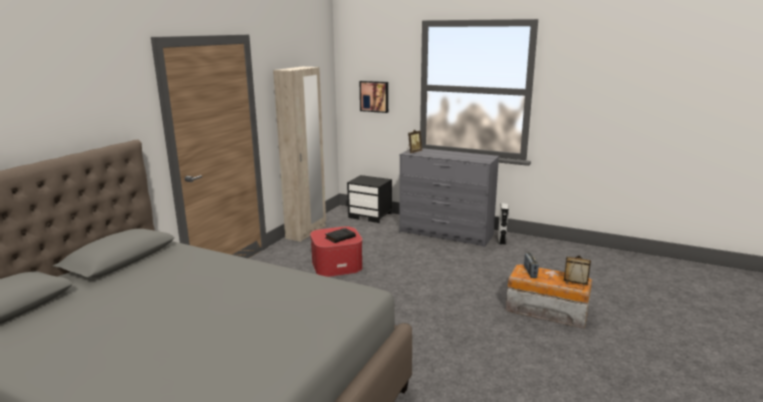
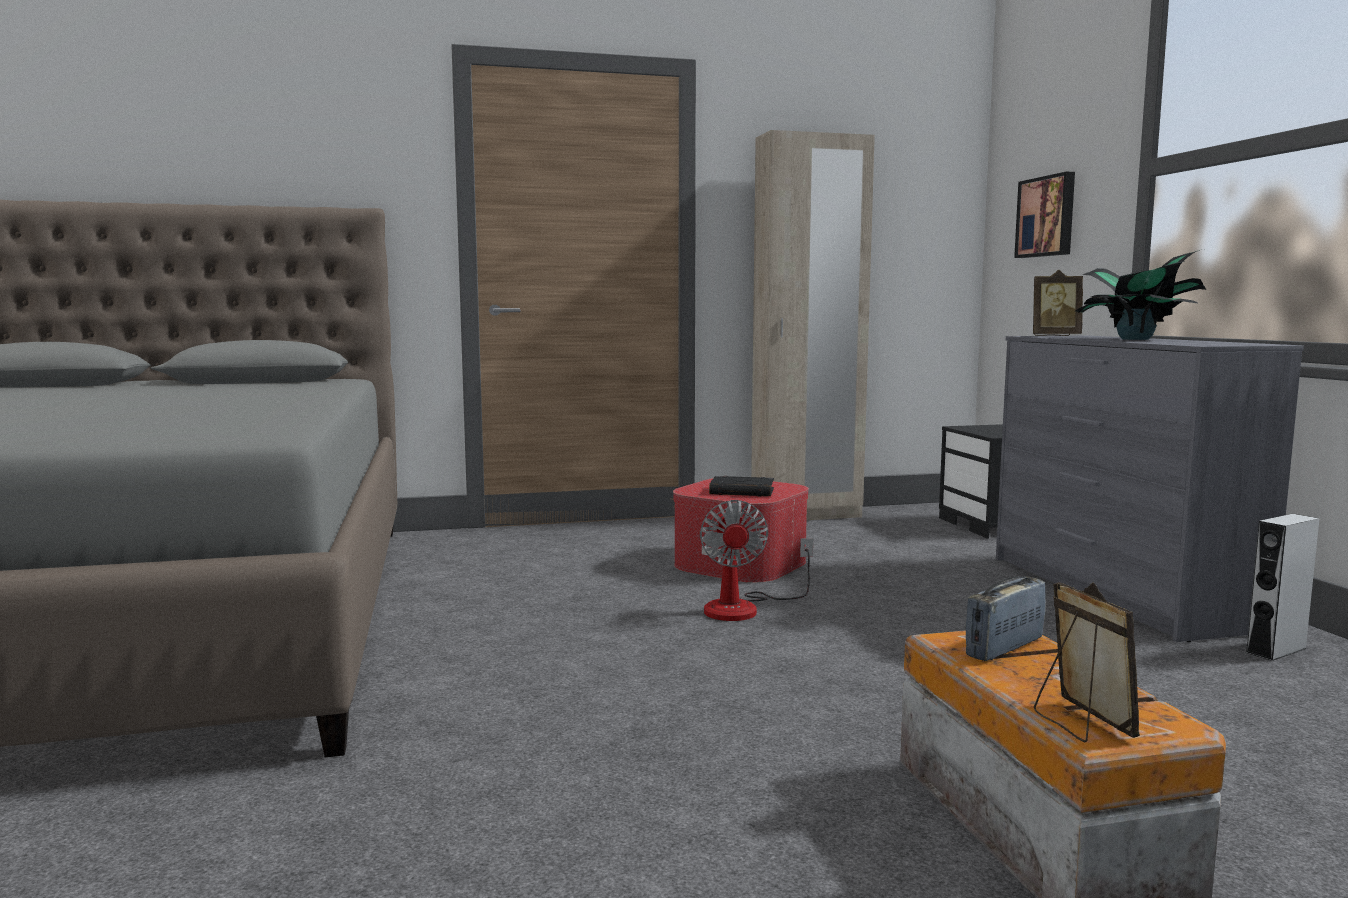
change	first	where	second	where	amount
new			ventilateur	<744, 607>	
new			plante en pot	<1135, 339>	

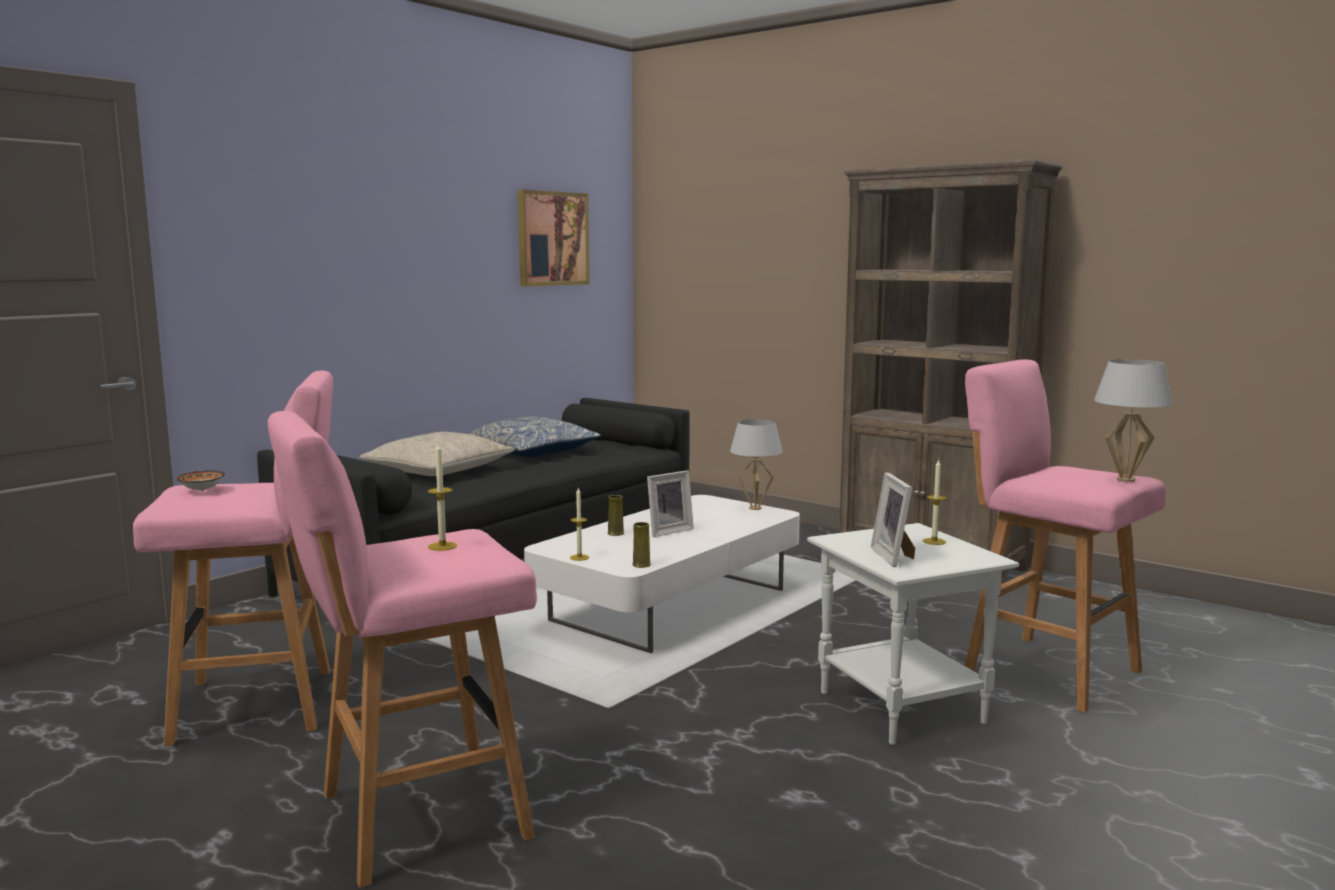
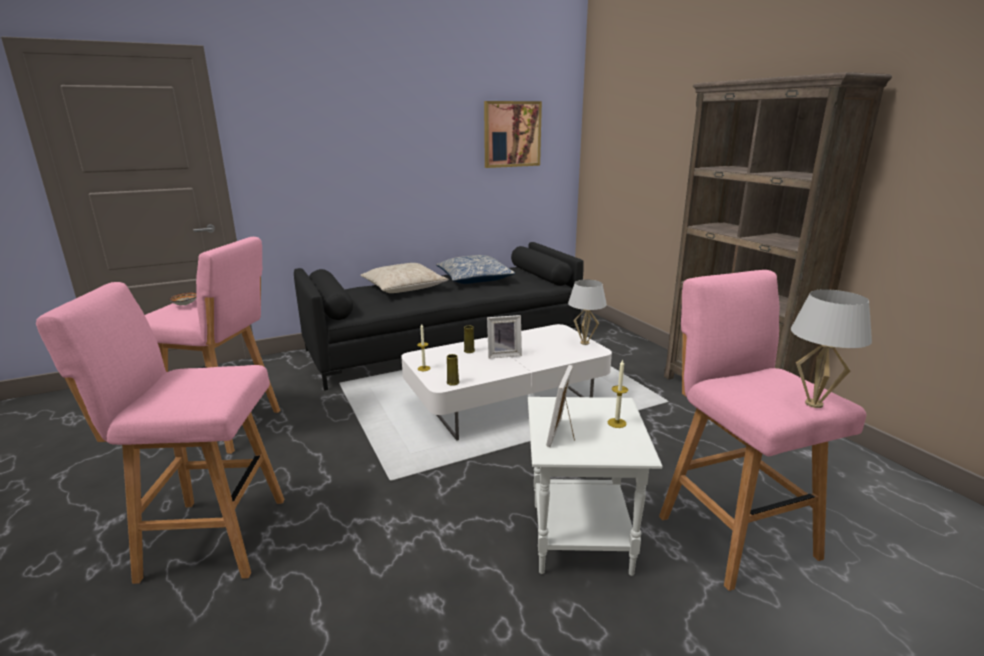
change	first	where	second	where	amount
gone	bougie	<442, 546>			

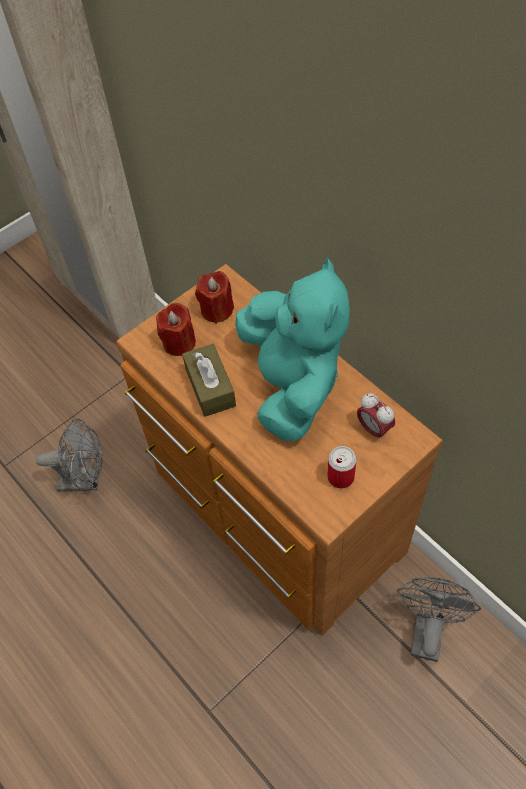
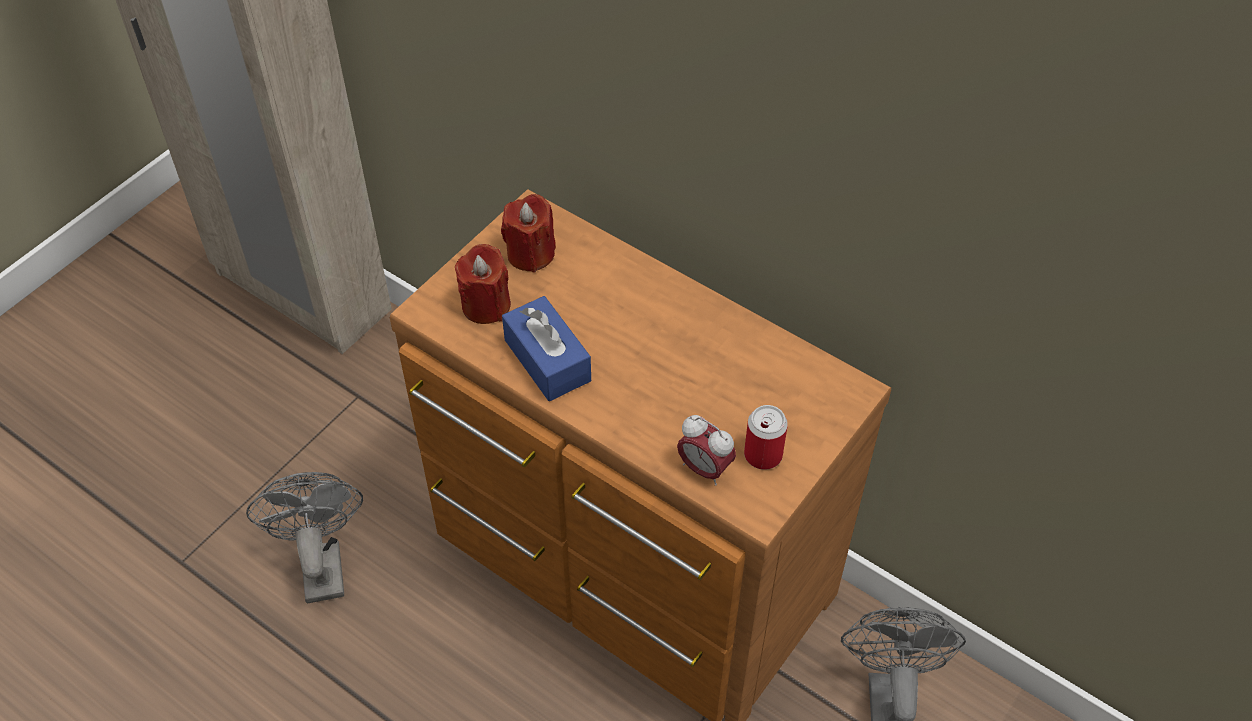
change	first	where	second	where	amount
rotated	ventilateur [gris]	<86, 480>		<321, 563>	90 degrees counterclockwise
repainted	boîte à mouchoirs [marron]	<210, 387>	boîte à mouchoirs [bleu]	<547, 360>	
shifted	réveil	<374, 429>		<704, 469>	
gone	peluche [turquoise]	<292, 385>			

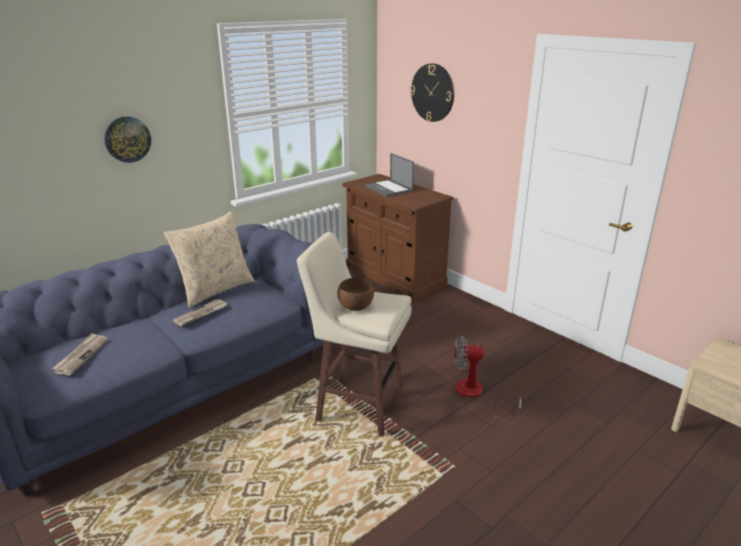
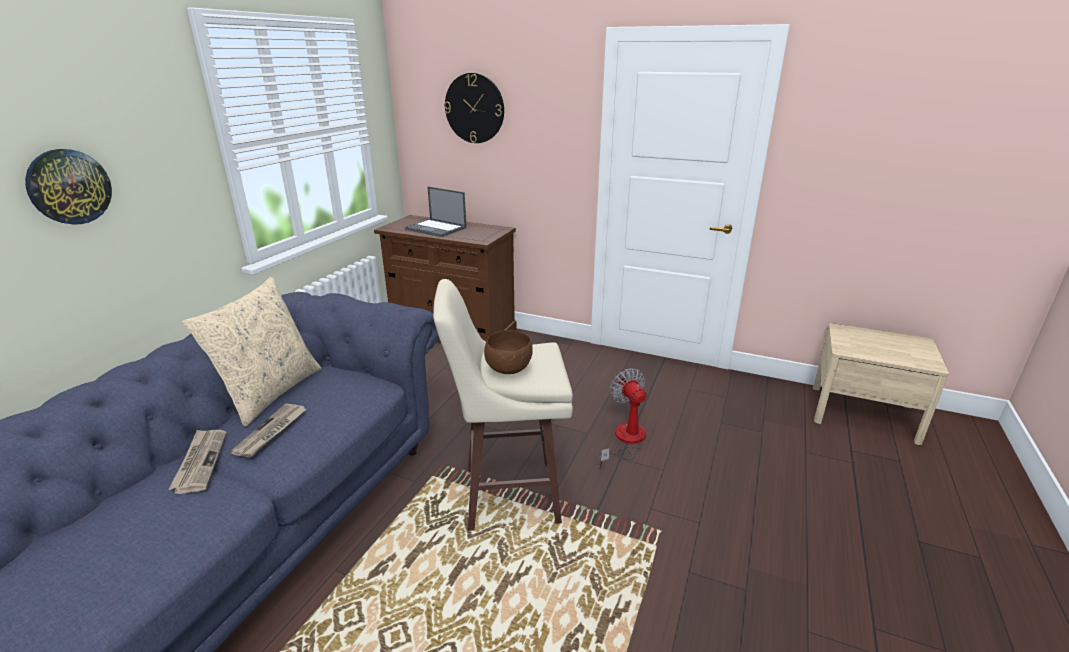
change	first	where	second	where	amount
shifted	journal	<81, 355>		<200, 461>	
rotated	ventilateur	<476, 394>		<625, 440>	90 degrees clockwise

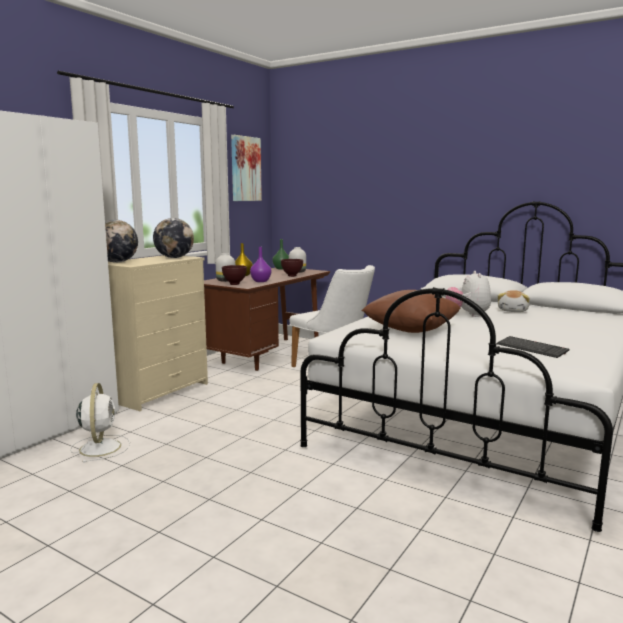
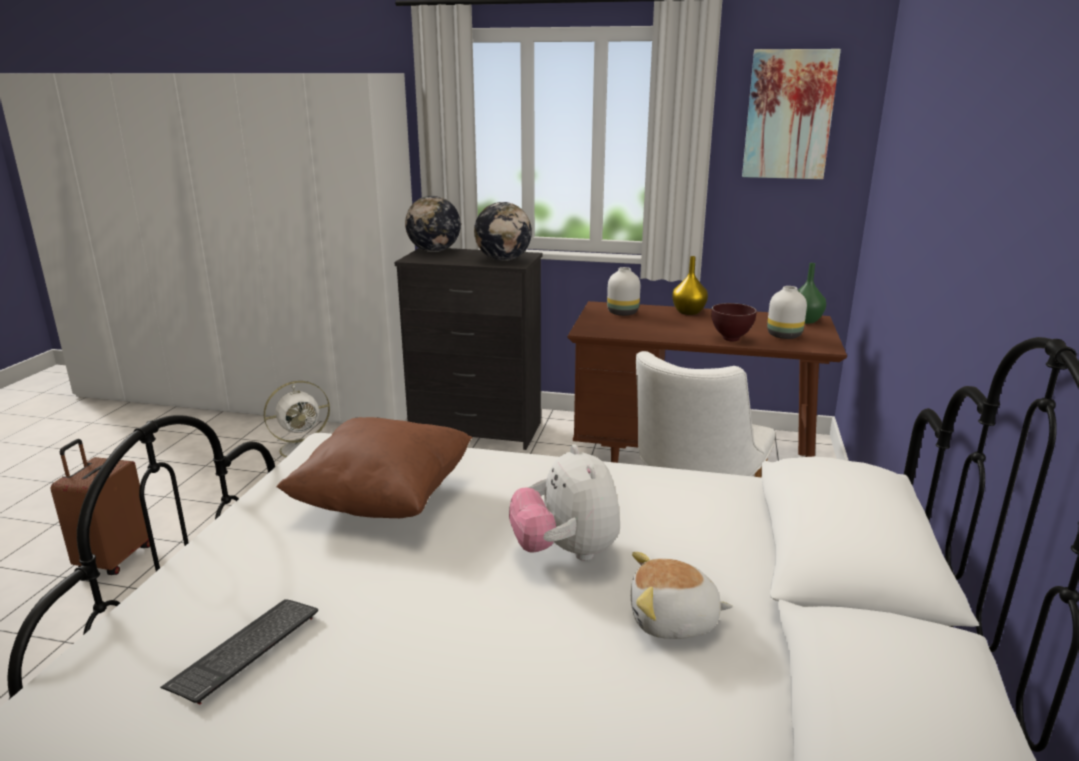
change	first	where	second	where	amount
new			valise [marron]	<113, 559>	
repainted	commode [beige]	<160, 392>	commode [noir]	<477, 430>	
rotated	peluche	<468, 315>		<565, 552>	90 degrees counterclockwise
gone	bol [marron]	<234, 284>			
gone	vase [violet]	<261, 281>			

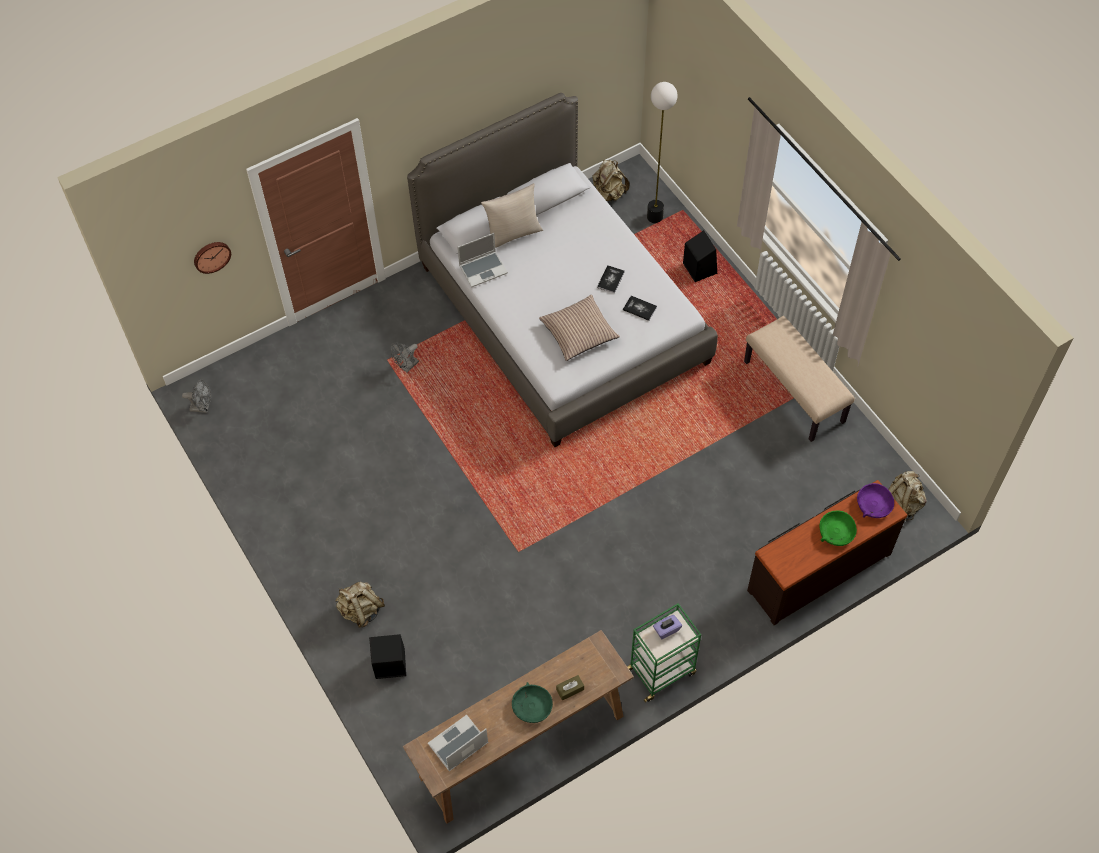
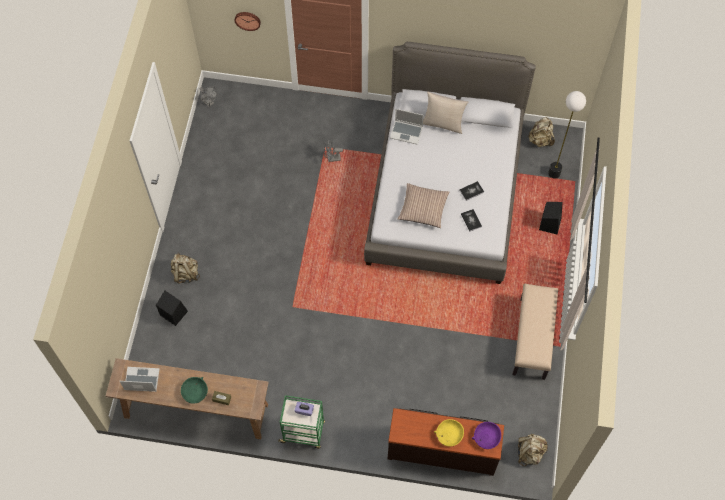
change	first	where	second	where	amount
repainted	bol [vert]	<836, 532>	bol [jaune]	<449, 434>	

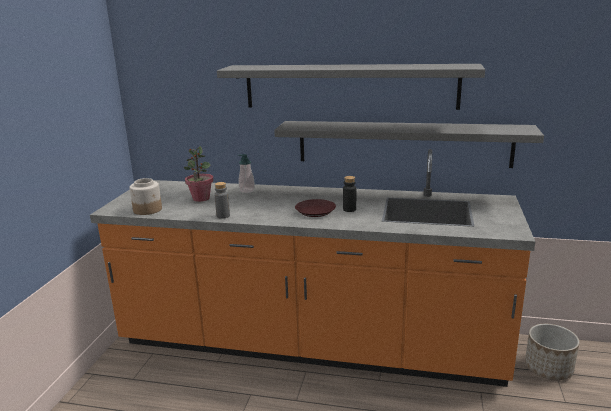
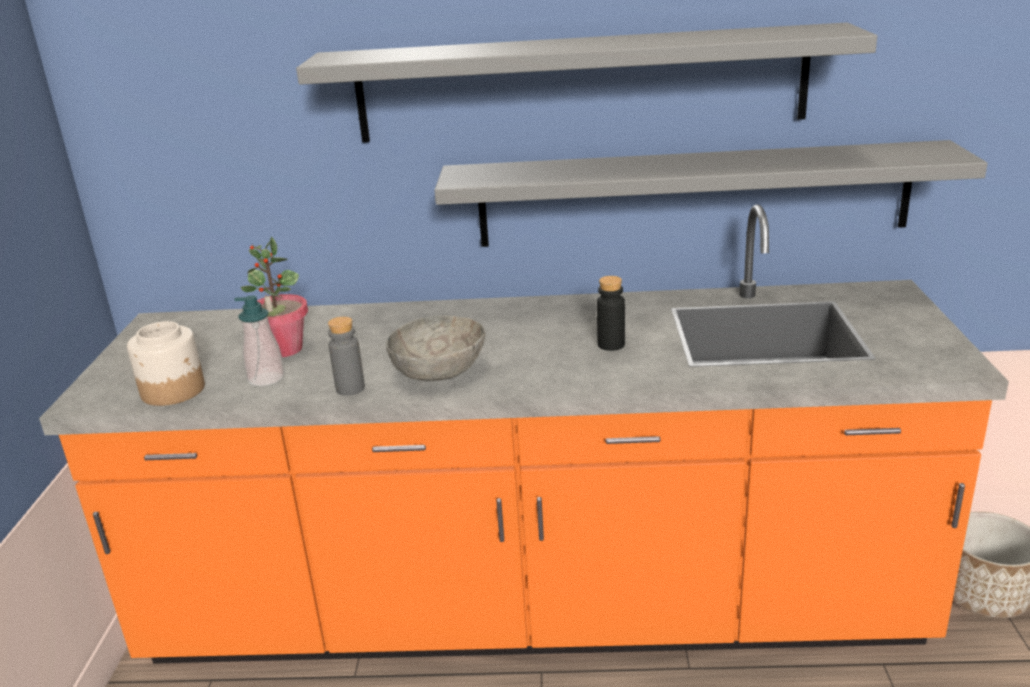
change	first	where	second	where	amount
shifted	distributeur de savon	<247, 190>		<266, 378>	
new			bol [gris]	<439, 370>	
gone	assiette [marron]	<315, 211>			

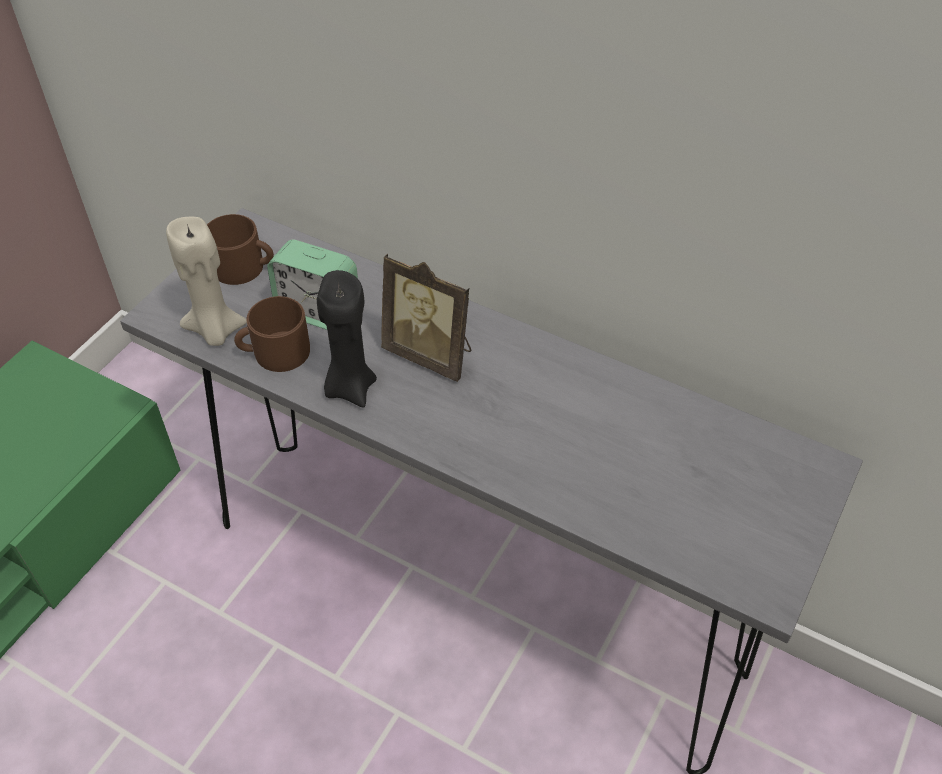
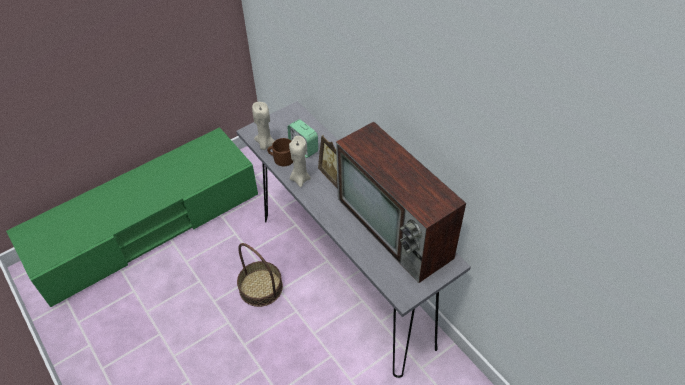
change	first	where	second	where	amount
new			panier	<261, 287>	
repainted	bougie [noir]	<350, 387>	bougie [beige]	<300, 179>	
new			téléviseur	<396, 229>	
gone	mug [marron]	<244, 267>			

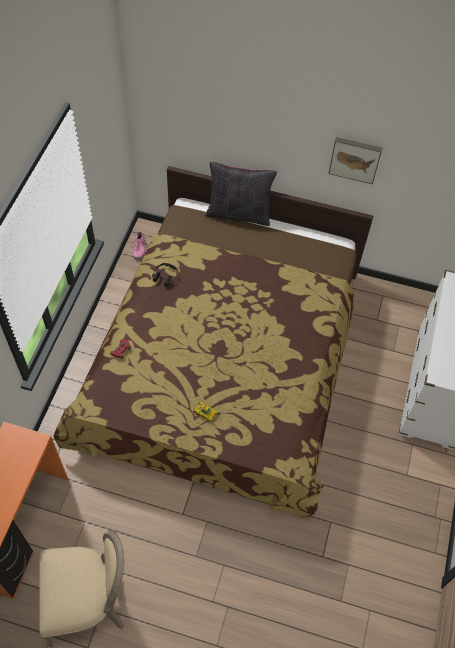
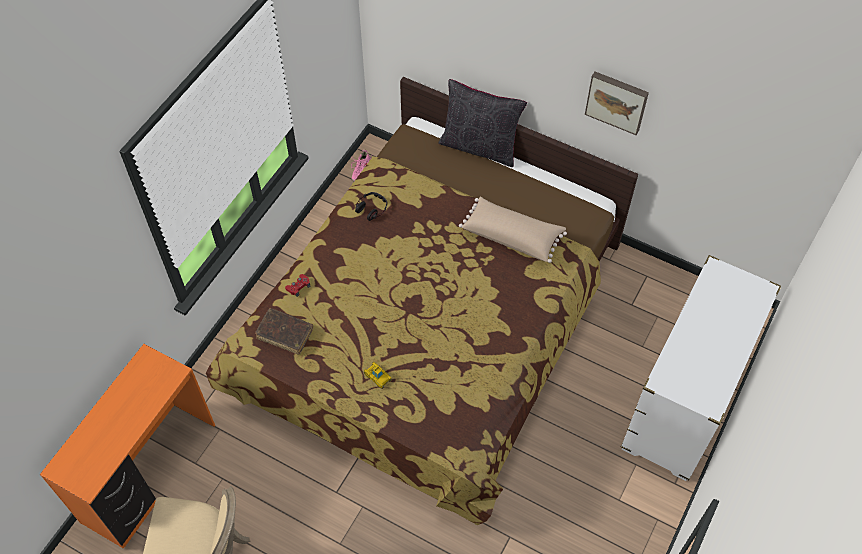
change	first	where	second	where	amount
new			livre [marron]	<285, 334>	
new			coussin [beige]	<512, 235>	

